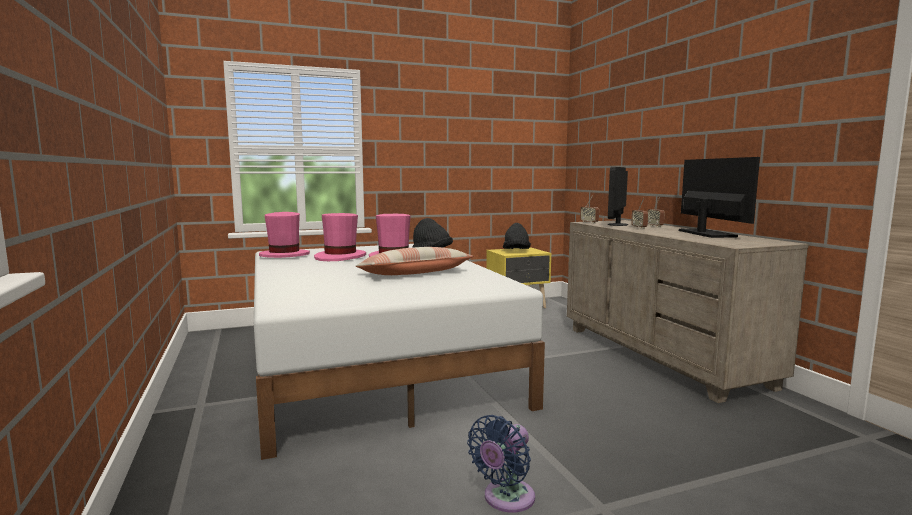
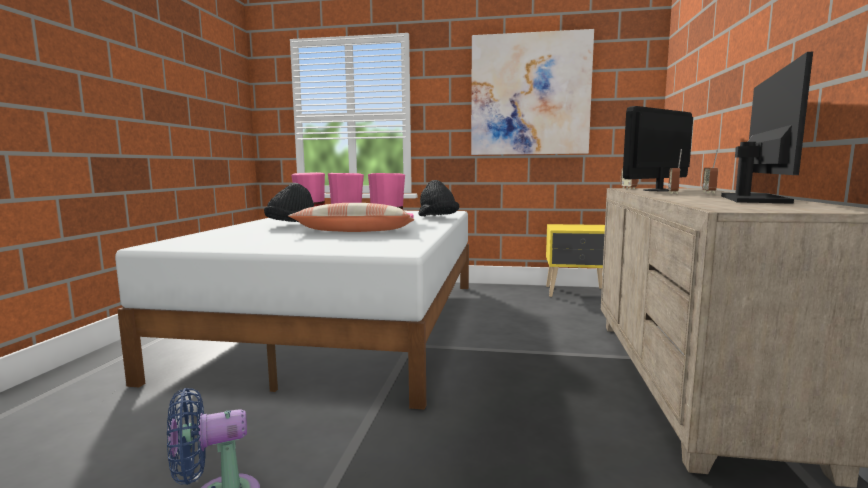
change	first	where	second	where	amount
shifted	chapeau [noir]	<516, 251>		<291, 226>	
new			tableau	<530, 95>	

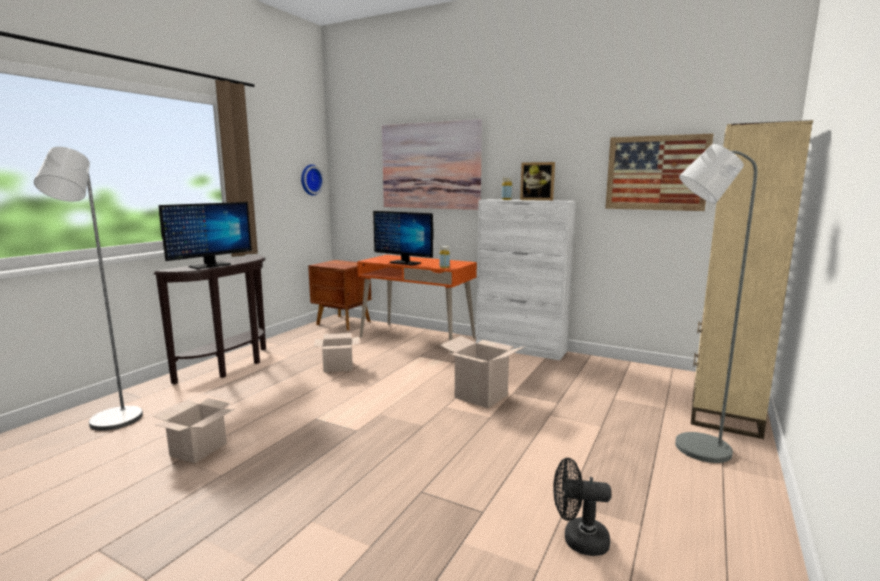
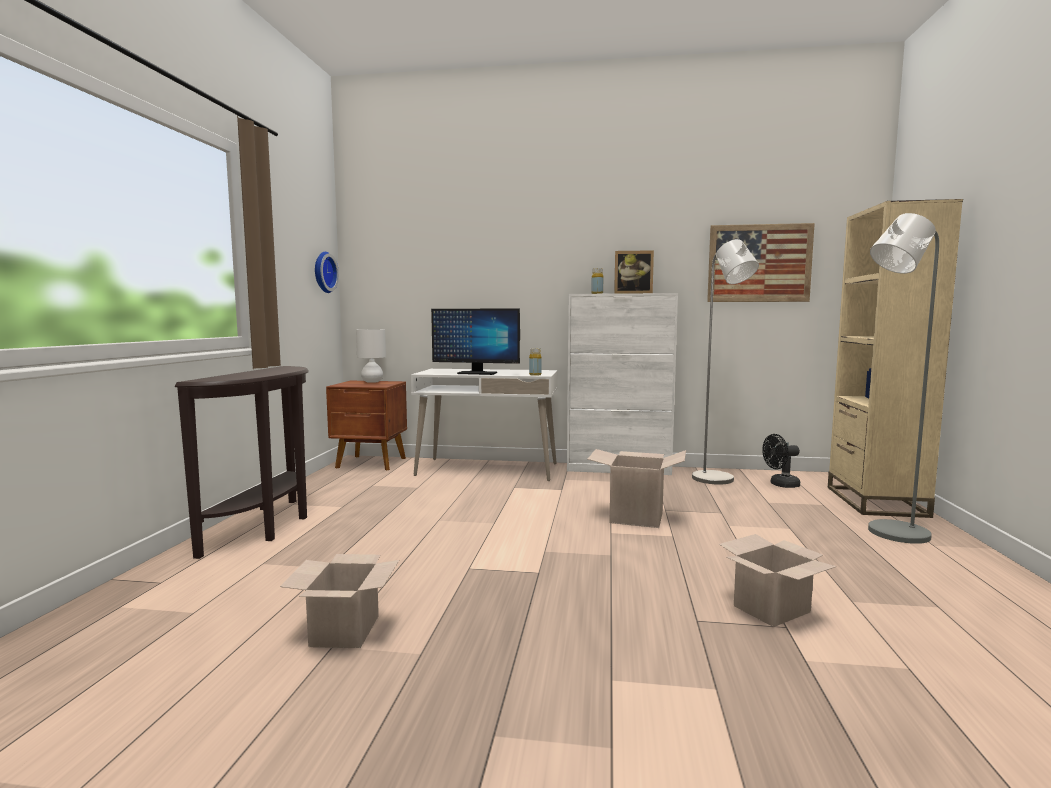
change	first	where	second	where	amount
new			lampe de table [blanc]	<372, 382>	
repainted	bureau [orange]	<417, 337>	bureau [blanc]	<487, 469>	
shifted	lampadaire [gris]	<111, 424>		<718, 480>	
shifted	carton	<337, 367>		<771, 610>	
shifted	ventilateur [noir]	<578, 540>		<780, 485>	
gone	écran d'ordinateur	<210, 265>			
gone	tableau	<430, 166>			

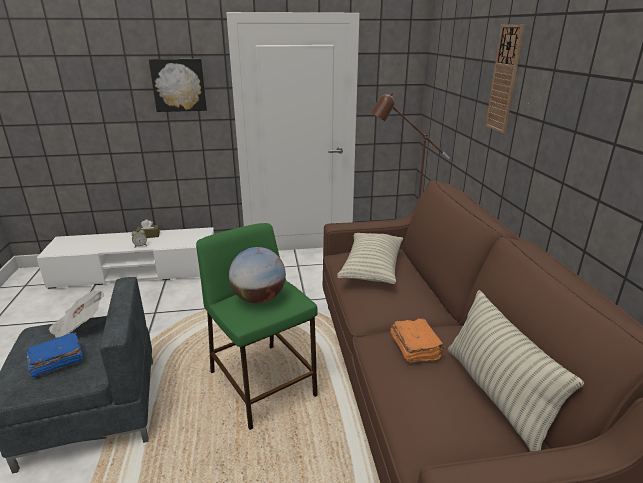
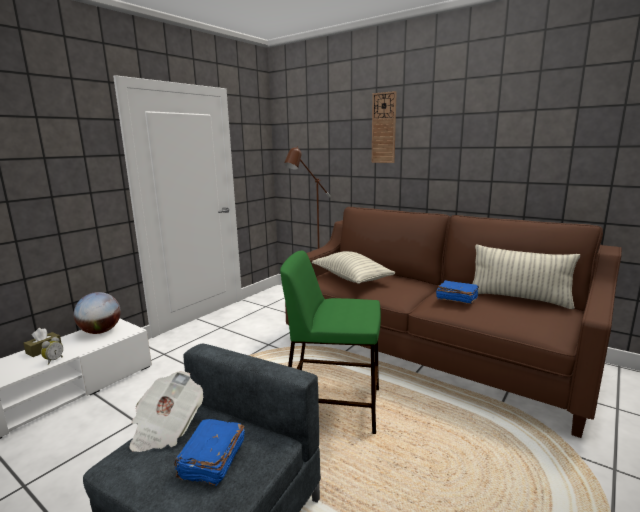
change	first	where	second	where	amount
shifted	globe	<259, 298>		<101, 331>	
repainted	livre [orange]	<415, 348>	livre [bleu]	<456, 298>	
gone	tableau	<179, 85>			

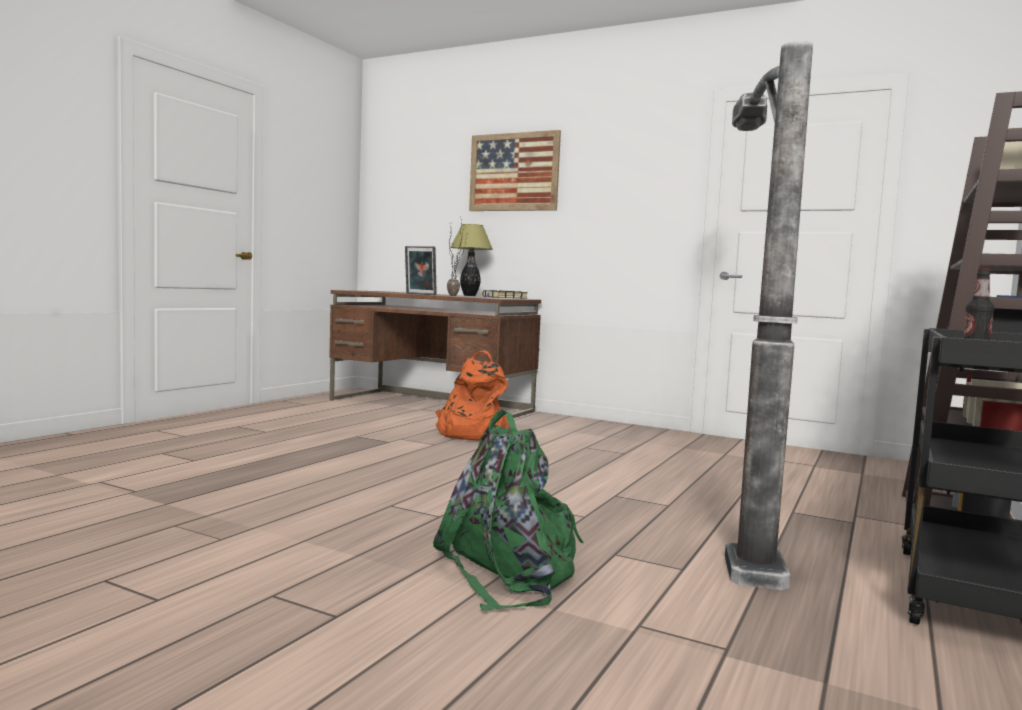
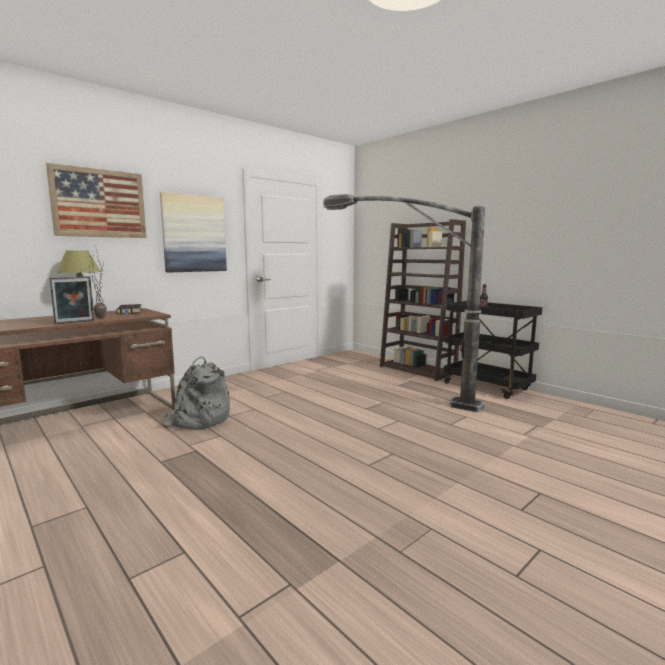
change	first	where	second	where	amount
repainted	sac à dos [orange]	<470, 433>	sac à dos [gris]	<198, 420>	
new			tableau	<194, 234>	
gone	sac à dos [vert]	<509, 572>			

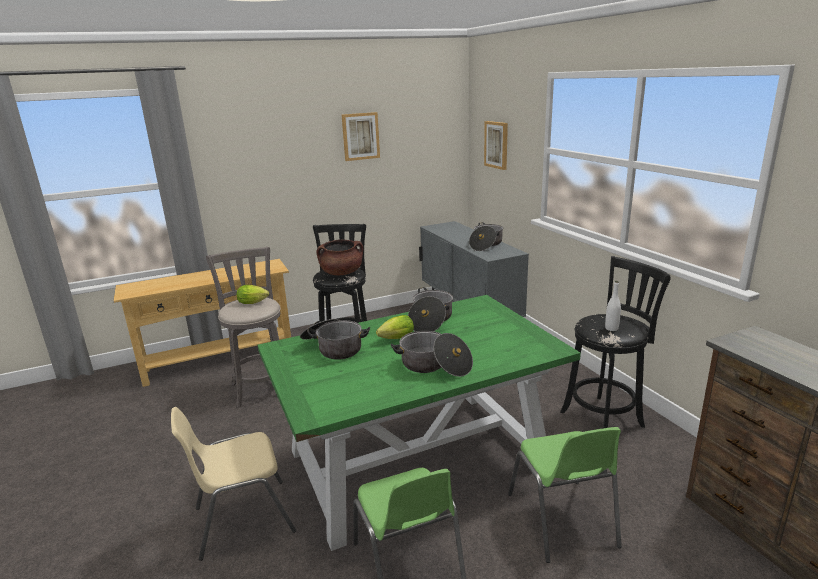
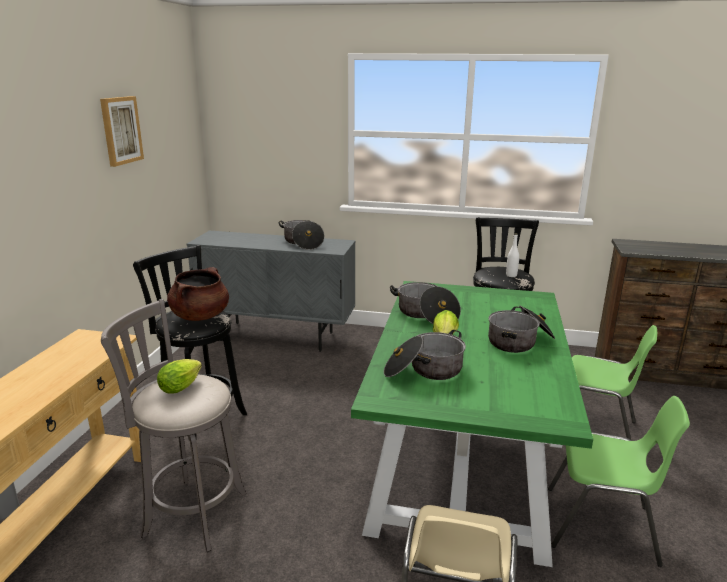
change	first	where	second	where	amount
gone	tableau	<496, 145>			

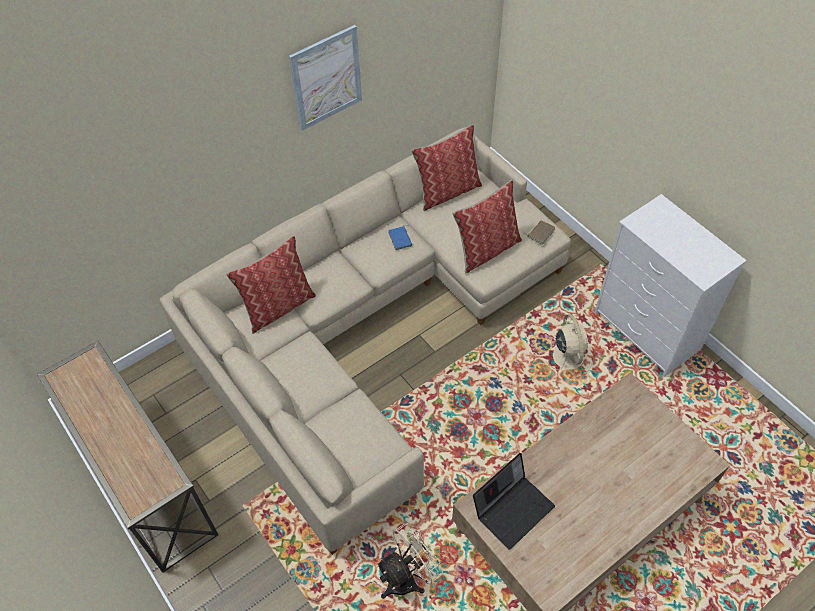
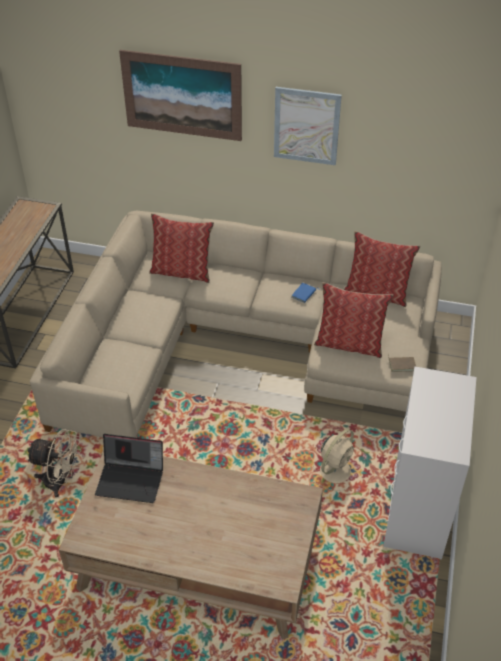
change	first	where	second	where	amount
new			tableau	<182, 95>	

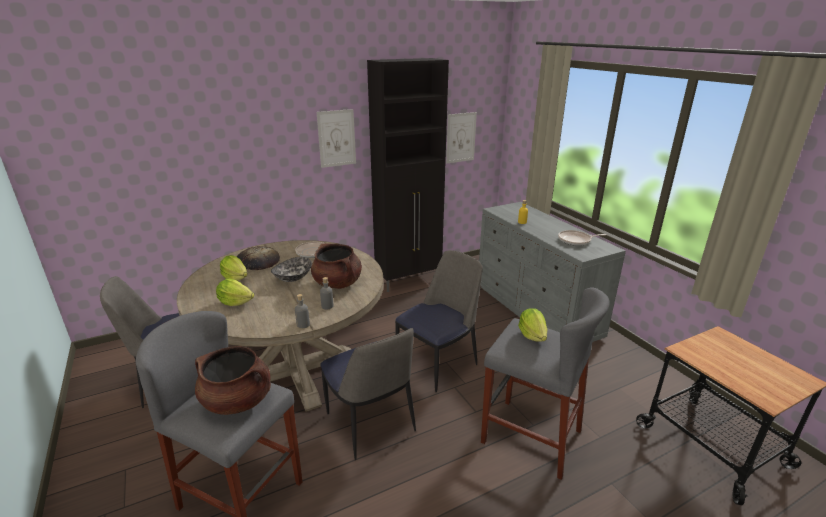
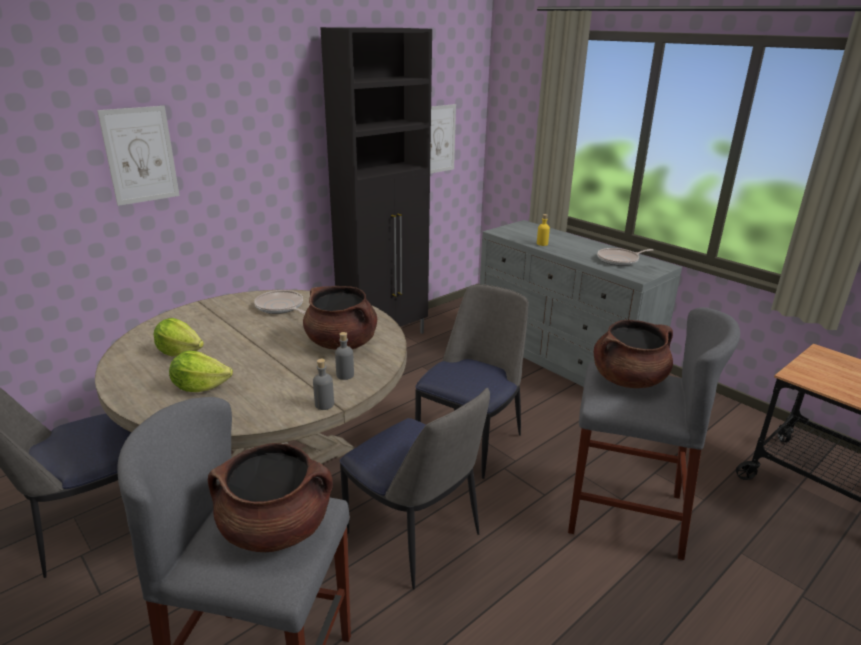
change	first	where	second	where	amount
shifted	tableau	<336, 138>		<140, 155>	
swapped	laitue	<532, 335>	marmite [marron]	<628, 379>	
gone	pain	<257, 261>			
gone	bol	<293, 278>			

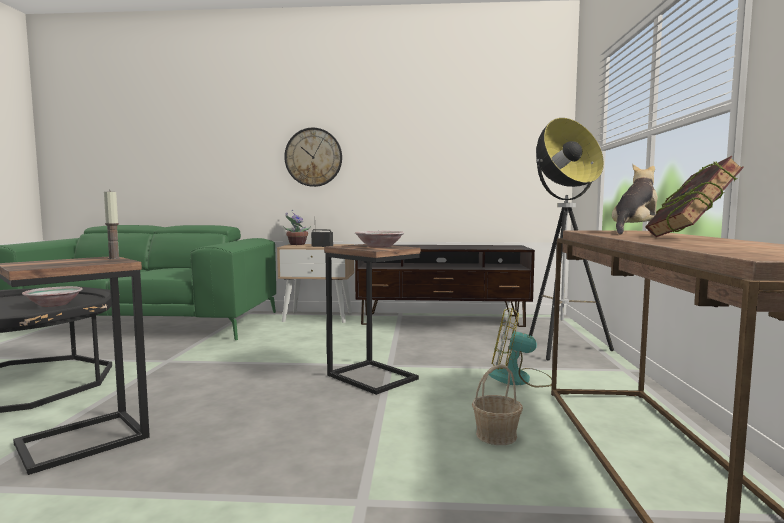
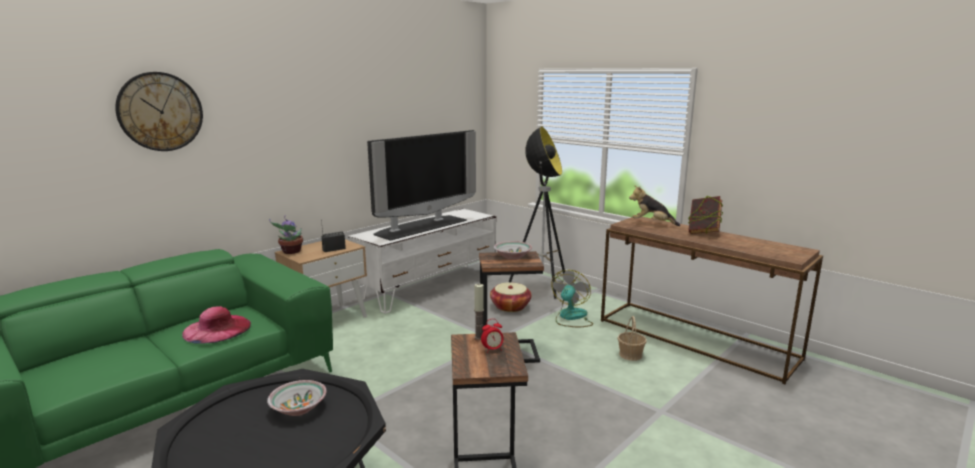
change	first	where	second	where	amount
shifted	horloge murale	<313, 157>		<160, 112>	
new			chapeau [rose]	<217, 329>	
repainted	meuble télé [marron]	<442, 320>	meuble télé [blanc]	<429, 287>	
new			téléviseur	<420, 227>	
new			réveil	<492, 350>	
new			panier	<510, 307>	
rotated	ventilateur	<519, 379>		<571, 317>	150 degrees clockwise
rotated	peluche	<634, 232>		<652, 223>	60 degrees counterclockwise

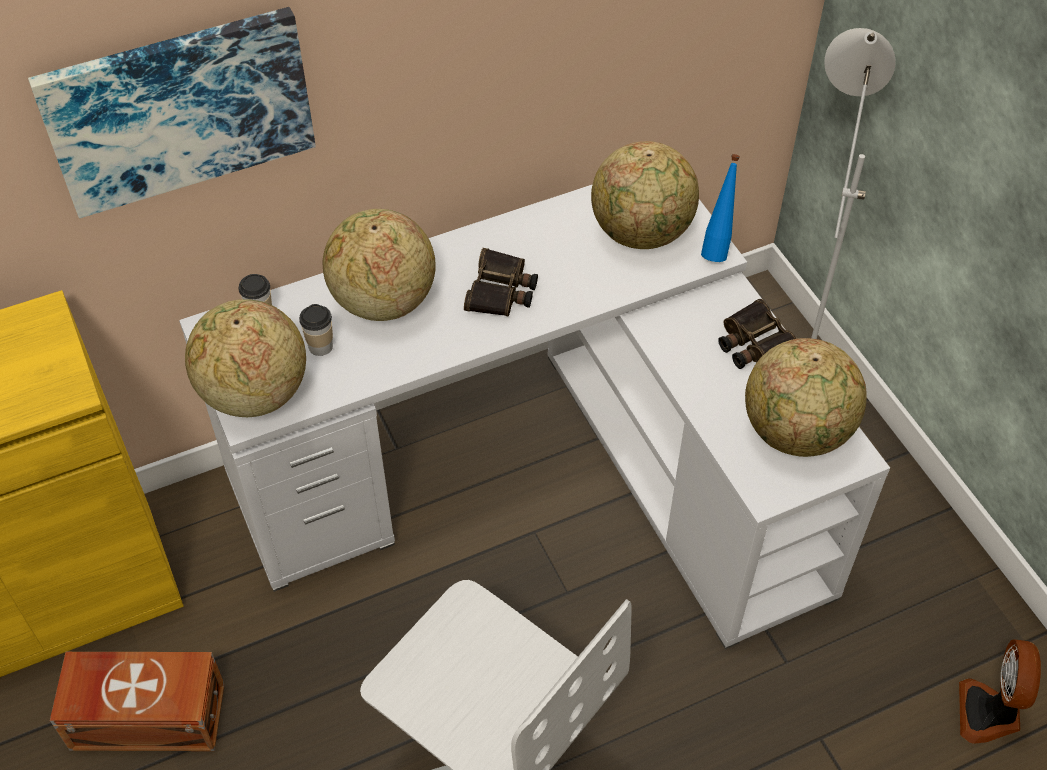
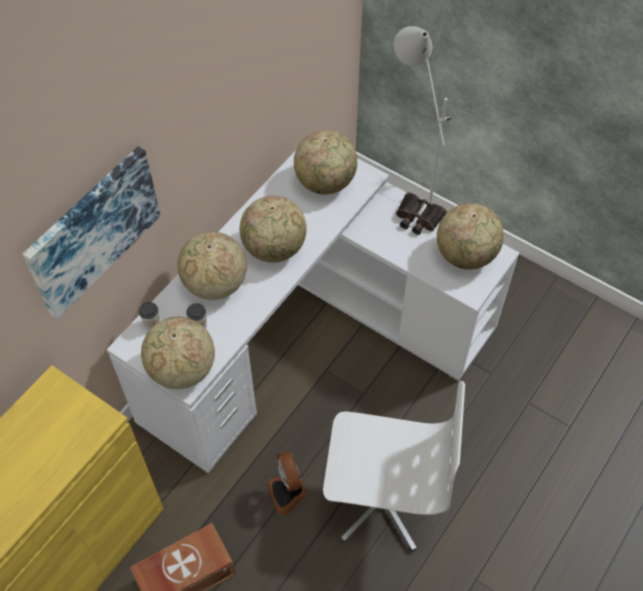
change	first	where	second	where	amount
swapped	jumelles	<501, 291>	globe	<274, 248>	
shifted	ventilateur	<989, 713>		<288, 492>	
gone	bouteille [bleu]	<717, 248>			

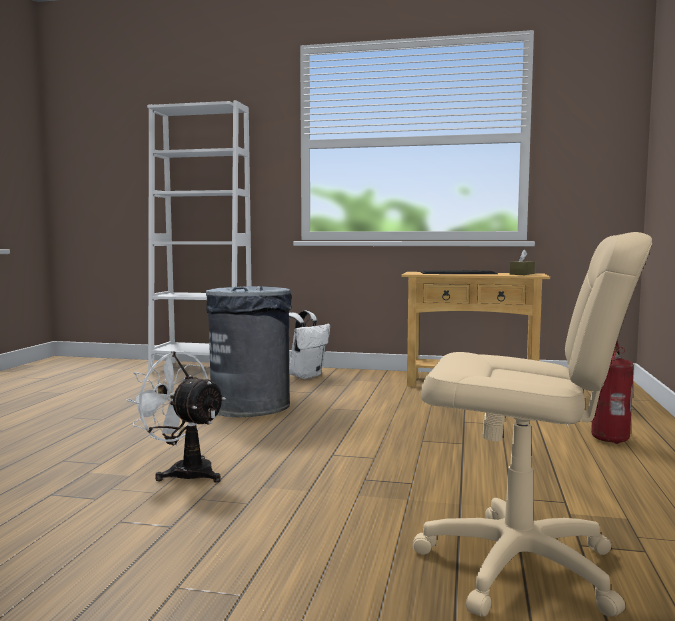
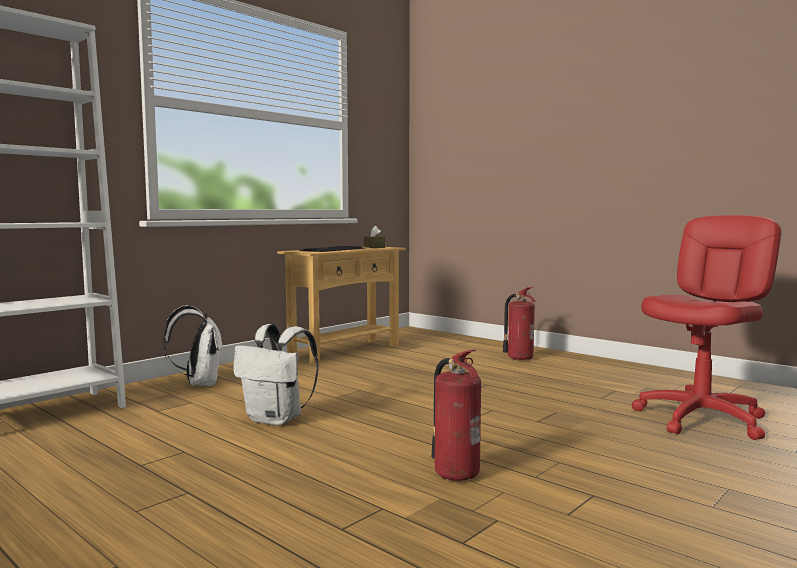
change	first	where	second	where	amount
swapped	poubelle [gris]	<251, 407>	sac à dos [blanc]	<277, 419>	
swapped	ventilateur [blanc]	<184, 471>	extincteur	<455, 473>	
repainted	chaise de bureau [beige]	<519, 566>	chaise de bureau [rouge]	<701, 419>	

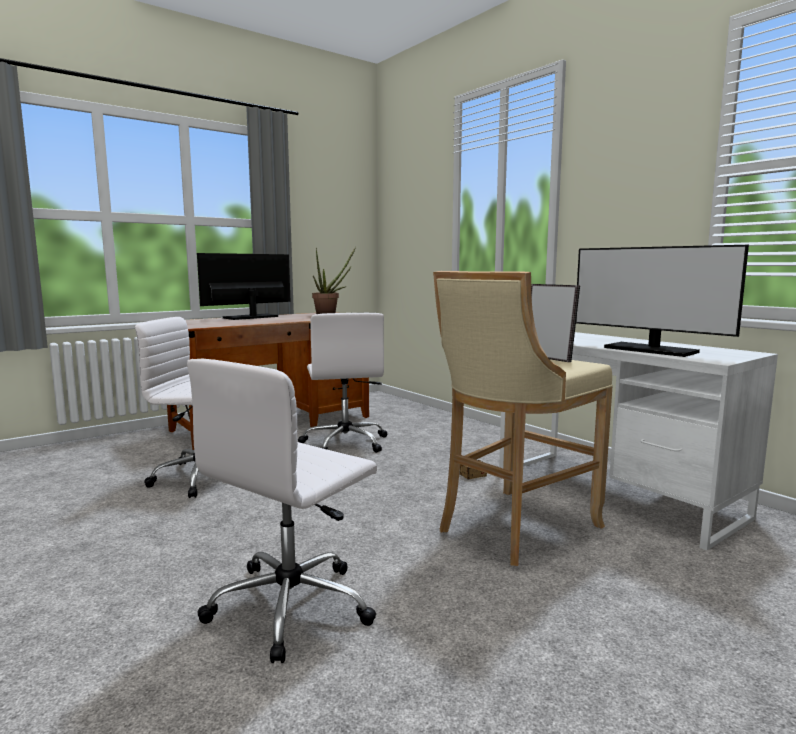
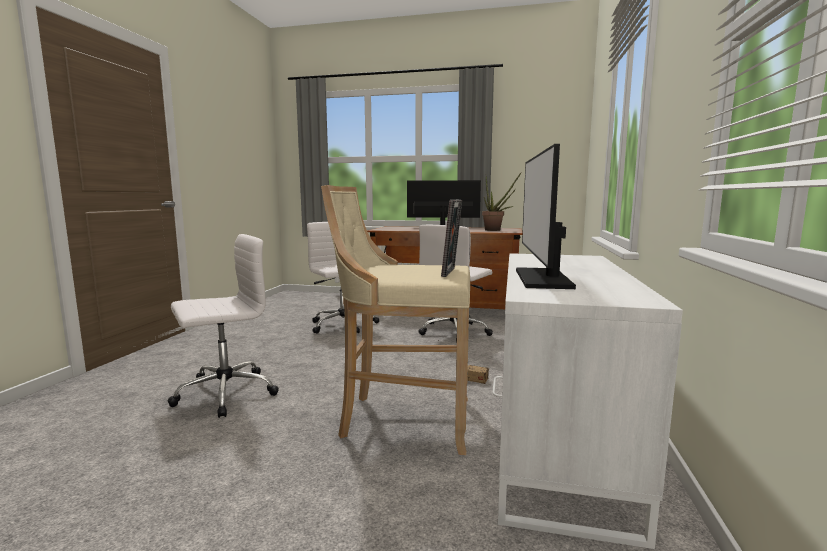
change	first	where	second	where	amount
rotated	chaise de bureau [blanc]	<292, 605>		<224, 393>	150 degrees clockwise

